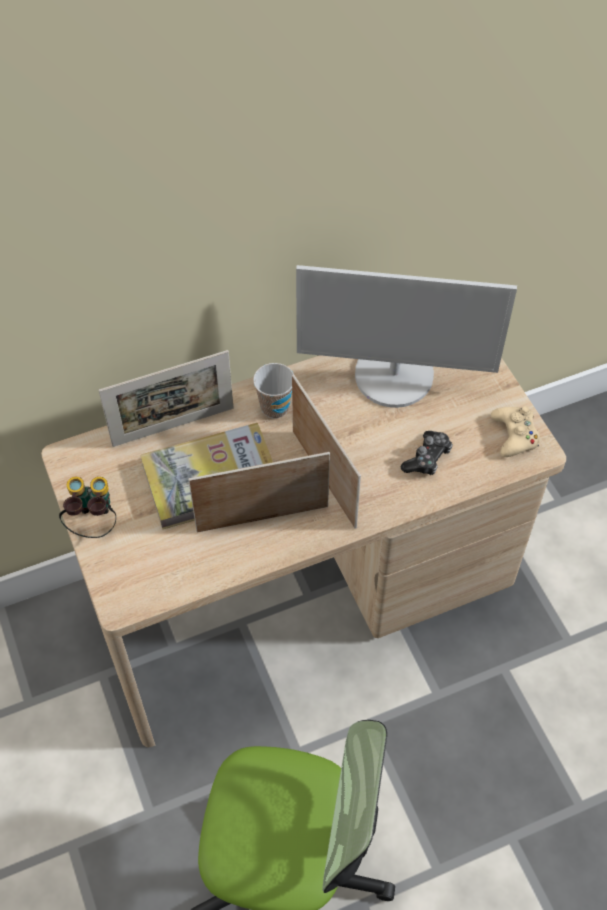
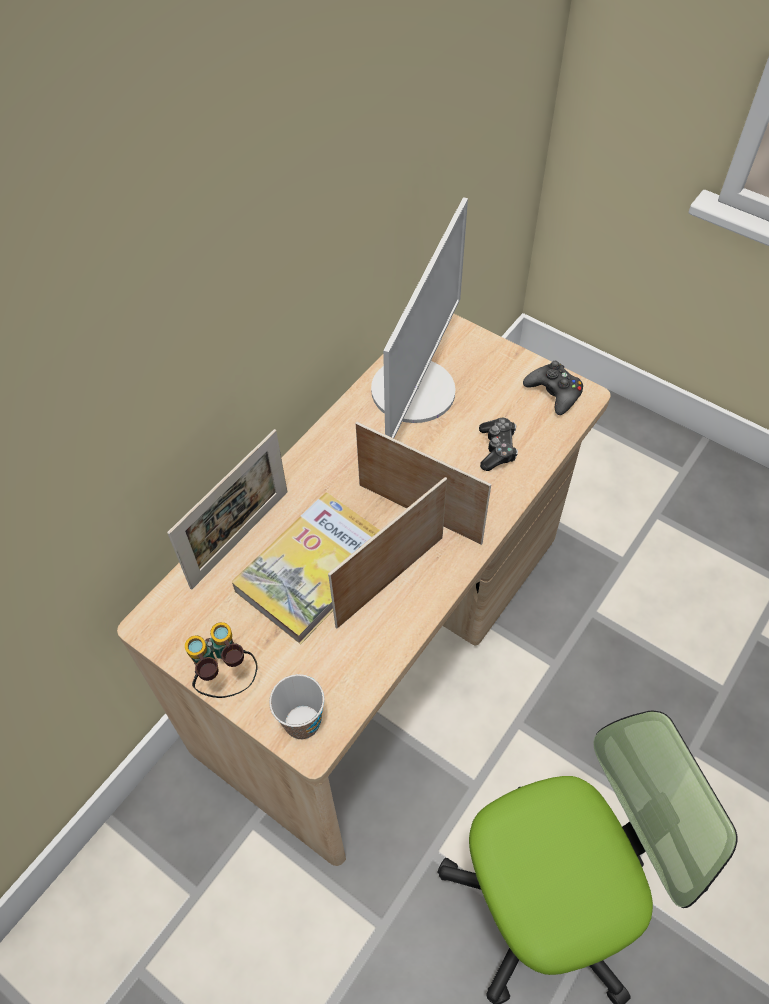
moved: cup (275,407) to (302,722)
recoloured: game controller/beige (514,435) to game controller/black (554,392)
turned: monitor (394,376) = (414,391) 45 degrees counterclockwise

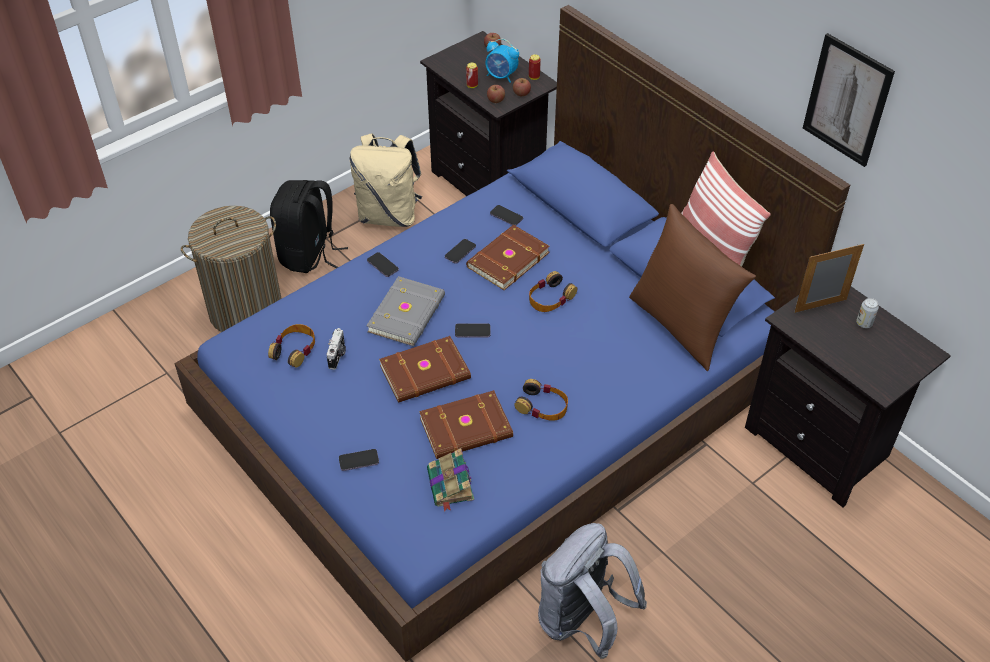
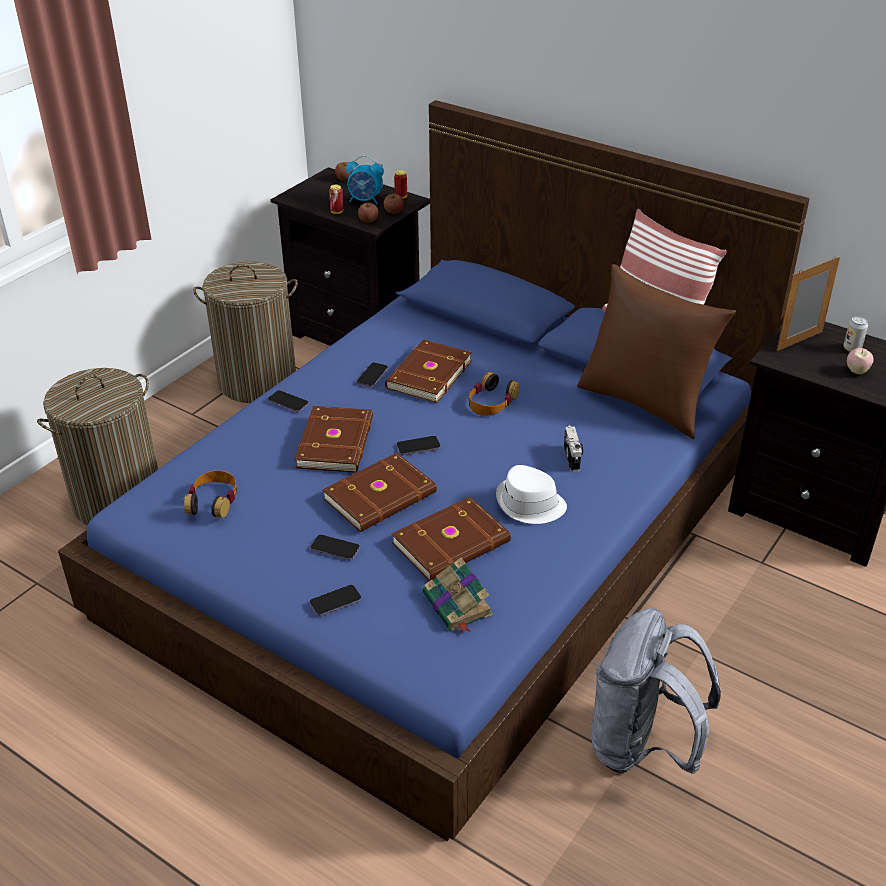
removed: backpack/black (309,254); picture (847,100)
added: apple (856,371)
moved: photo camera (338,356) to (573,458); phone (506,216) to (335,549)
replaced: backpack/beige (389,215) to laundry basket (257,381); headphones (542,406) to hat/white (530,504)
recoloured: book/grey (408,314) to book/brown (337,442)

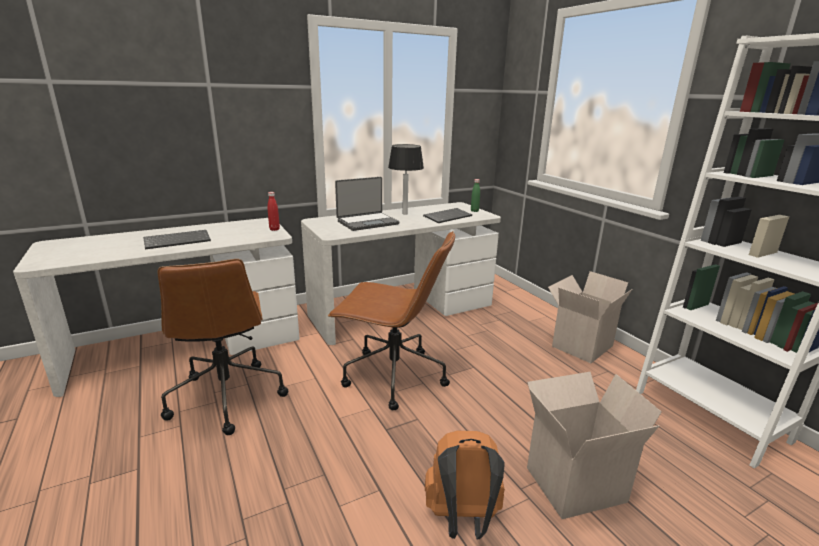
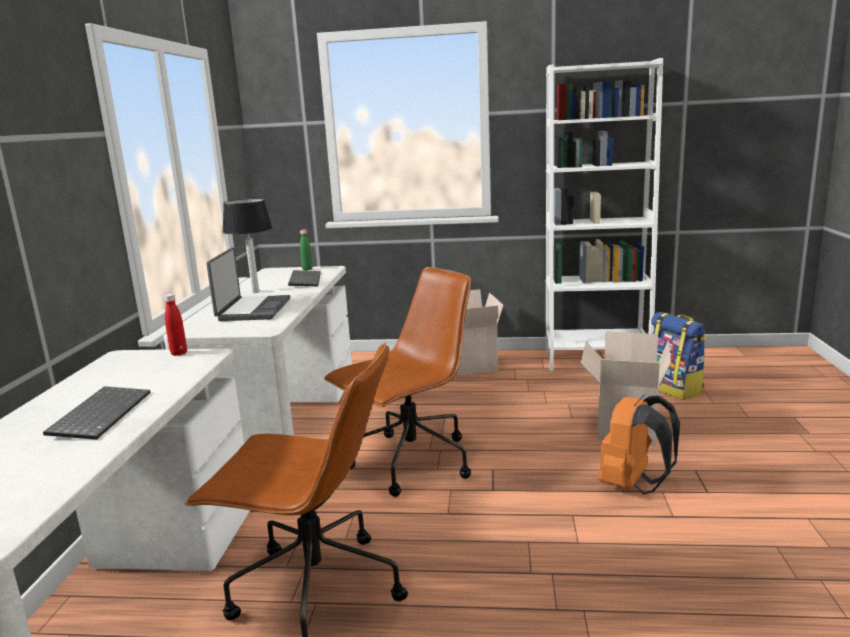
added: backpack (674,389)

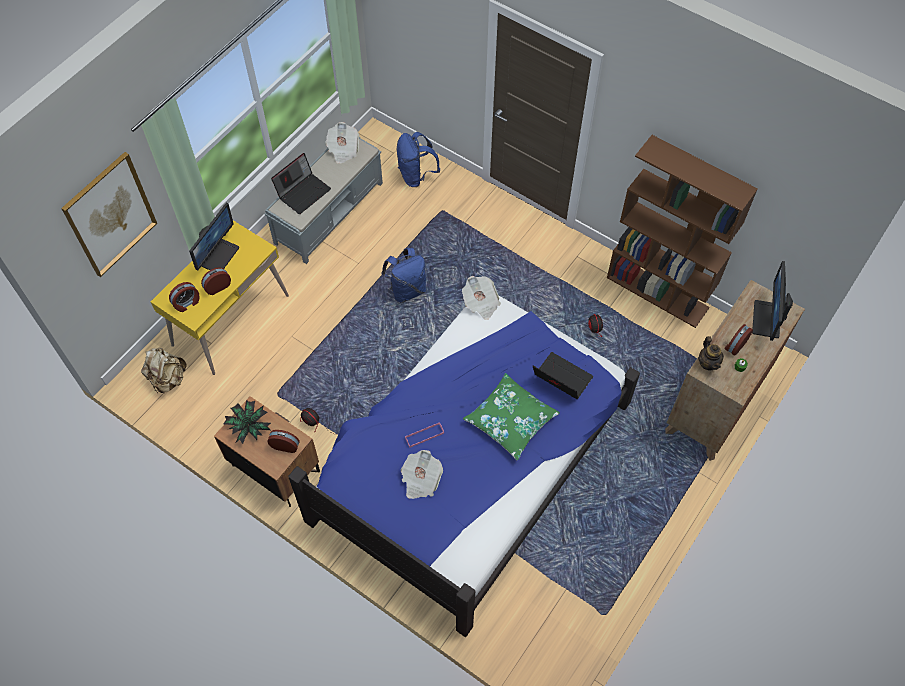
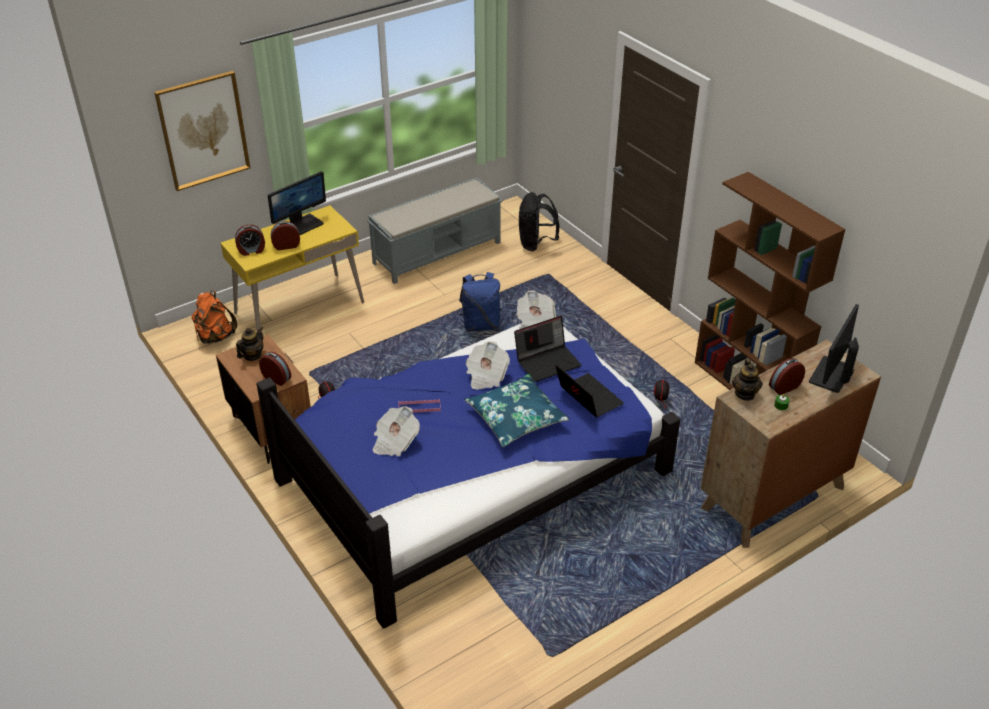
moved: laptop (303,192) to (548,361); newspaper (343,150) to (486,376)
replaced: potted plant (249,426) to teapot (252,355)
recoloured: backpack/beige (167,379) to backpack/orange (215,337); backpack/blue (416,176) to backpack/black (536,244); pillow/green (510,420) to pillow/blue (516,418)

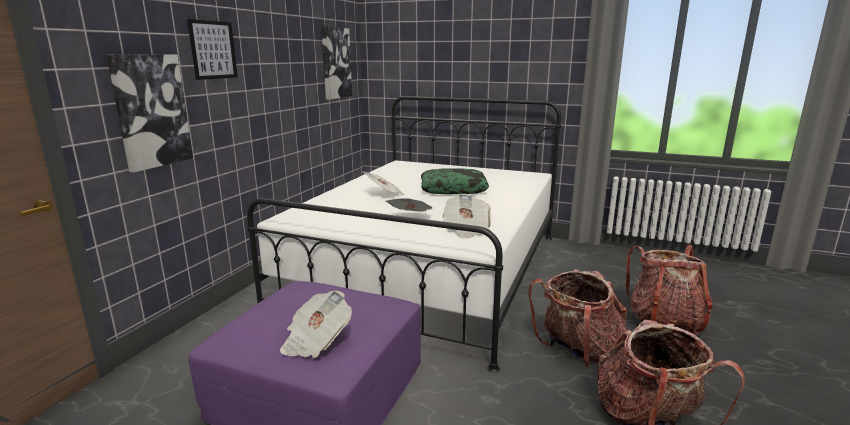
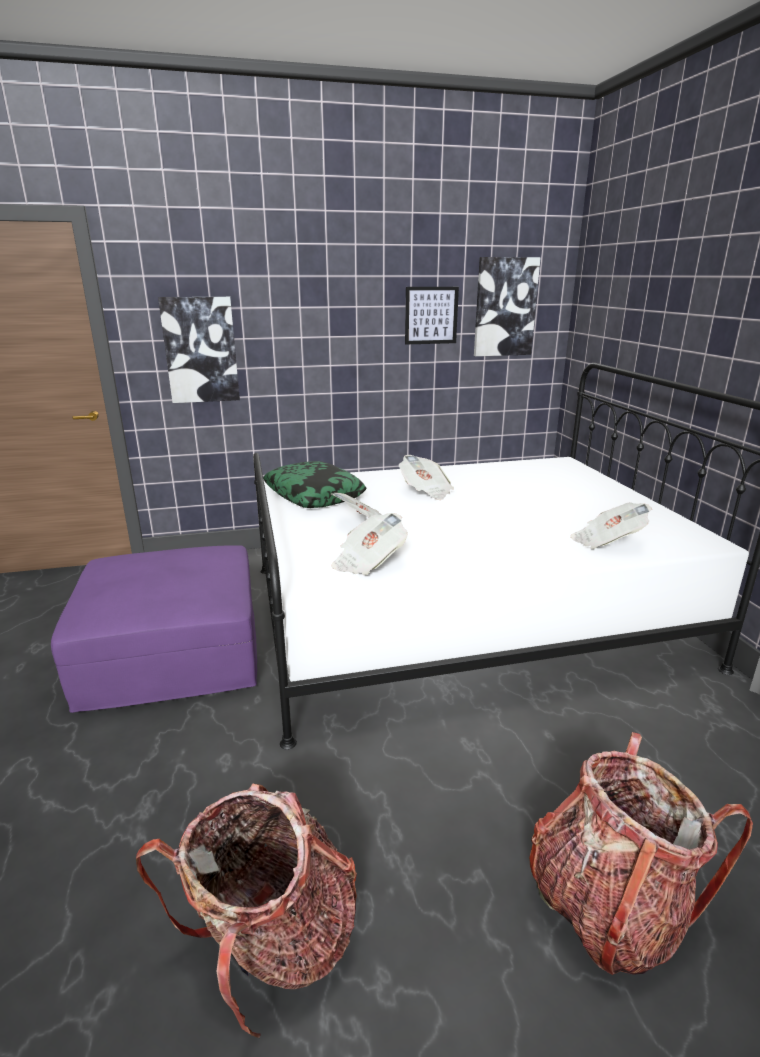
removed: backpack (578,351)
moved: picture (213,50) to (431,315); newspaper (316,341) to (607,542); pillow (453,189) to (314,495)

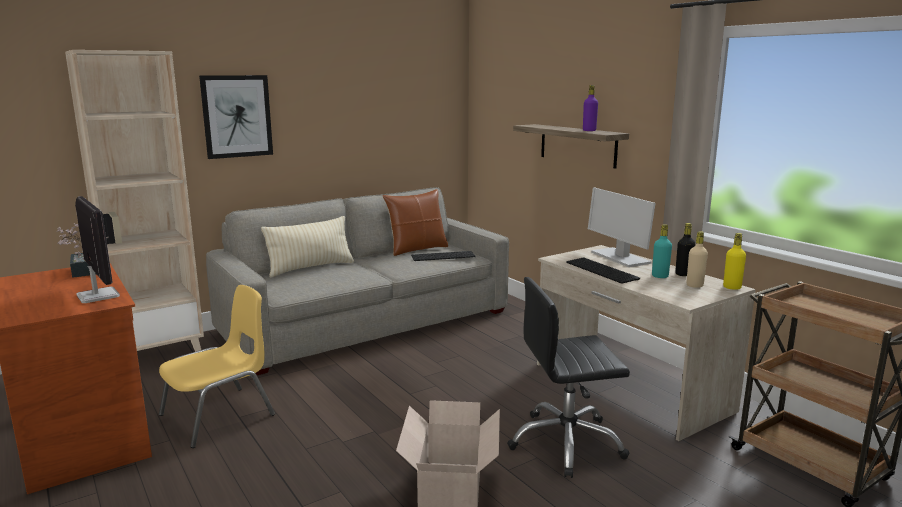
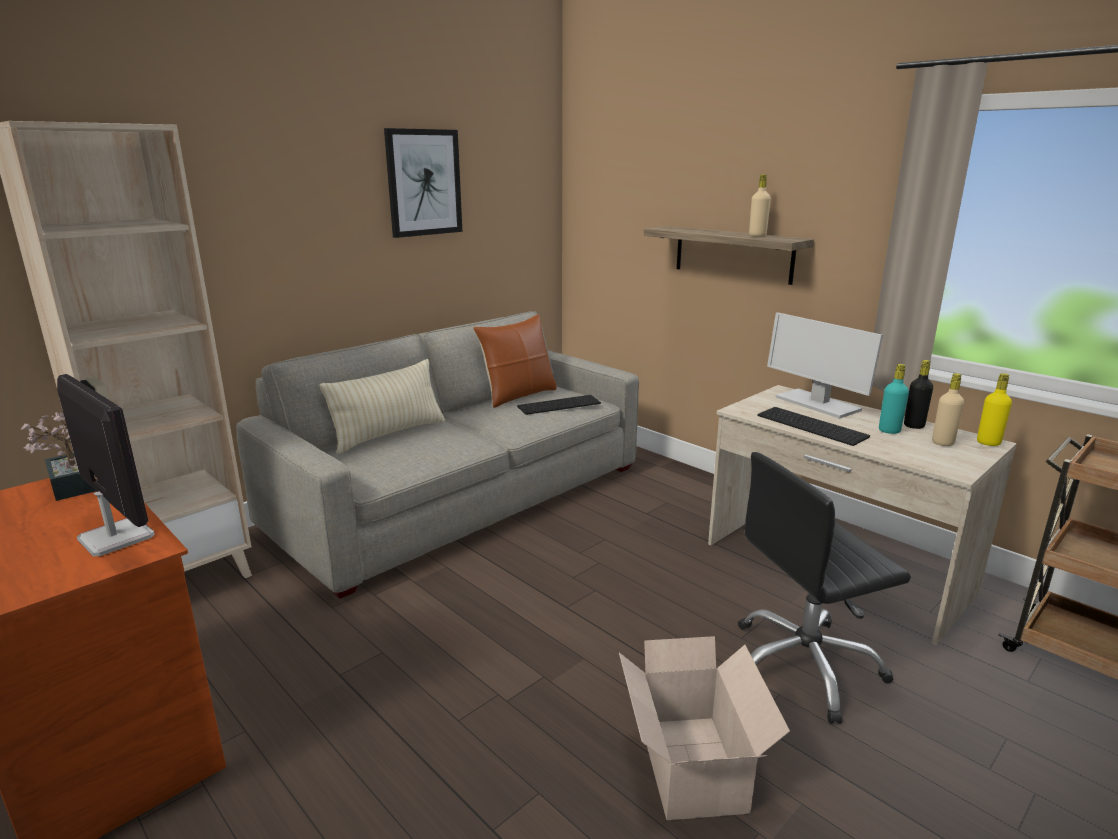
removed: chair/yellow (220,415)
moved: picture (237,116) to (424,183)
recoloured: bottle/purple (589,130) to bottle/beige (757,235)

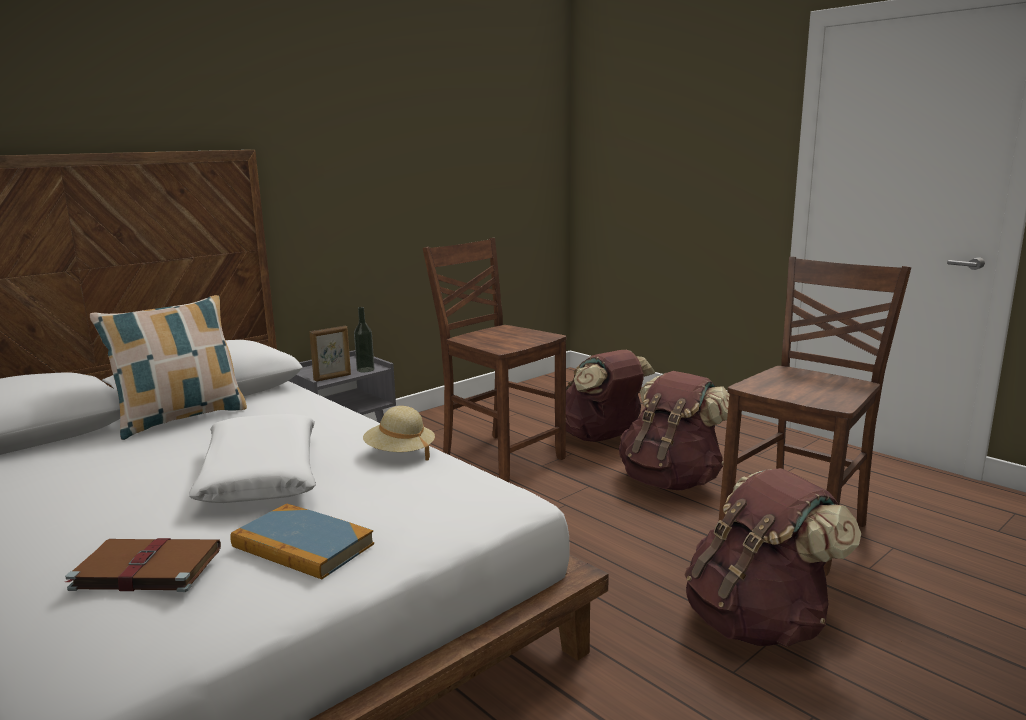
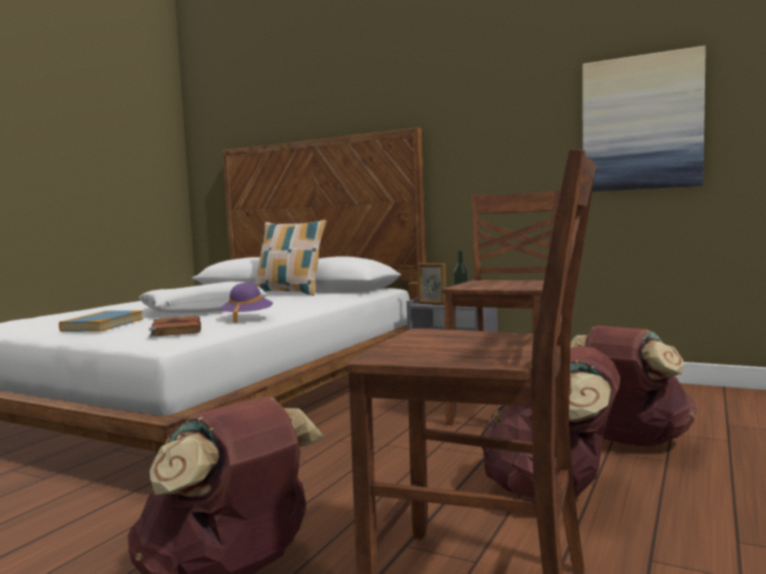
added: picture (641,123)
moved: book/brown (144,569) to (176,329)
recoloured: hat/beige (400,453) to hat/purple (247,319)

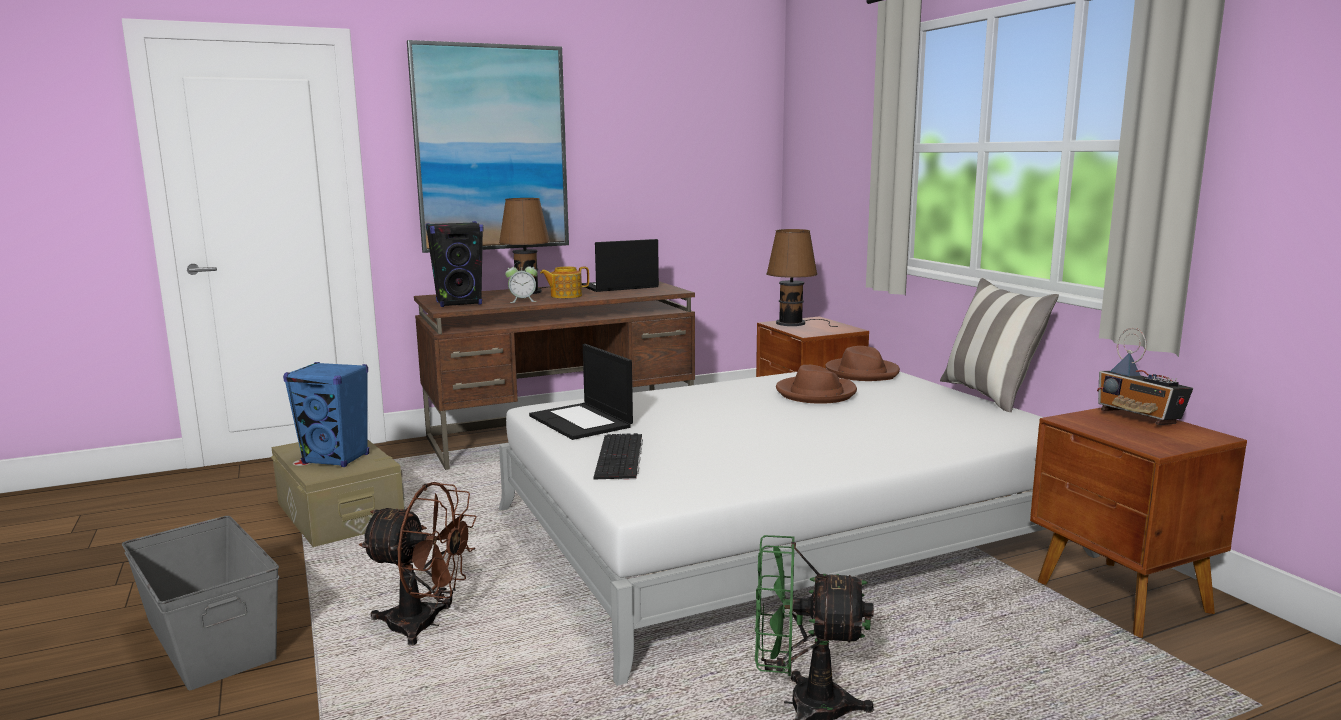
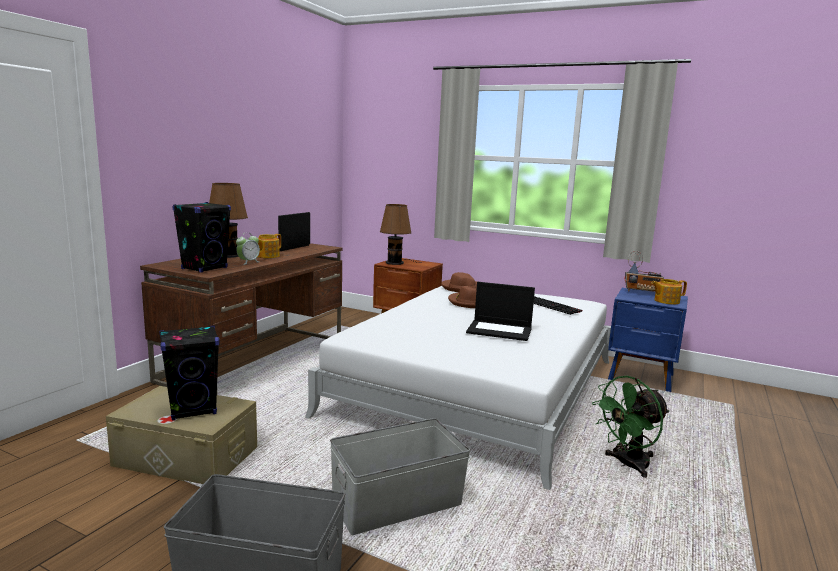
removed: picture (491,148); pillow (990,396)
added: teapot (666,301)
moved: laptop (582,421) to (500,330); keyboard (621,457) to (552,306)
replaced: fan/brown (425,625) to storage box/grey (396,503)
recoloured: speaker/blue (336,459) to speaker/black (193,410); nightstand/brown (1122,598) to nightstand/blue (641,378)

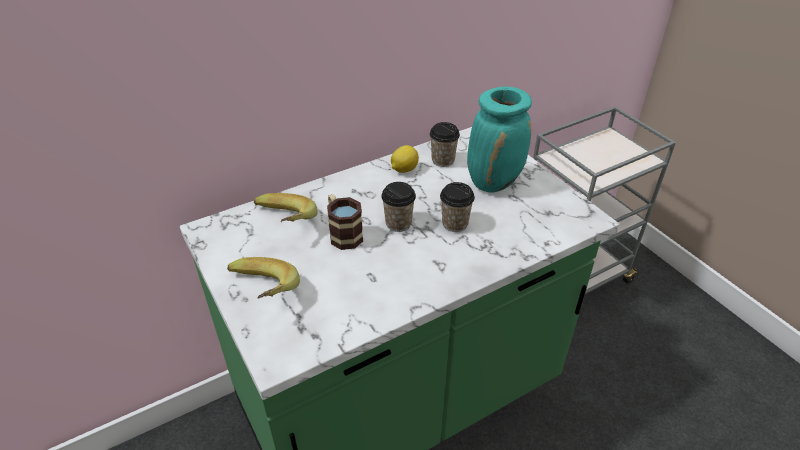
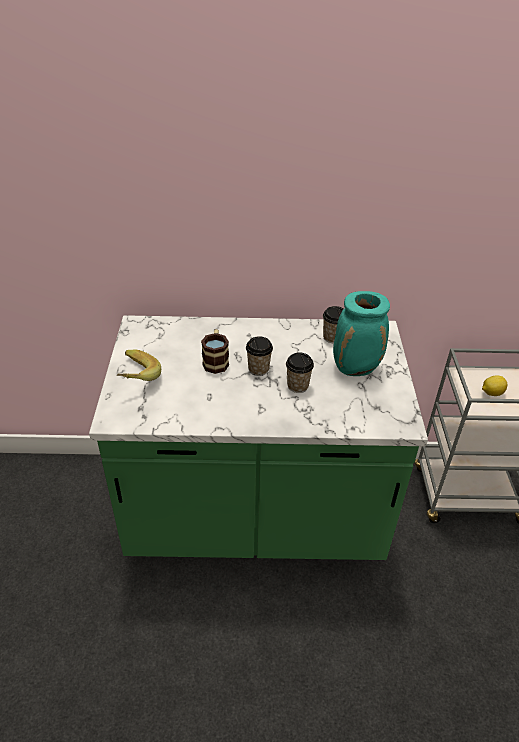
removed: banana (283,224)
moved: lemon (403,169) to (491,393)

